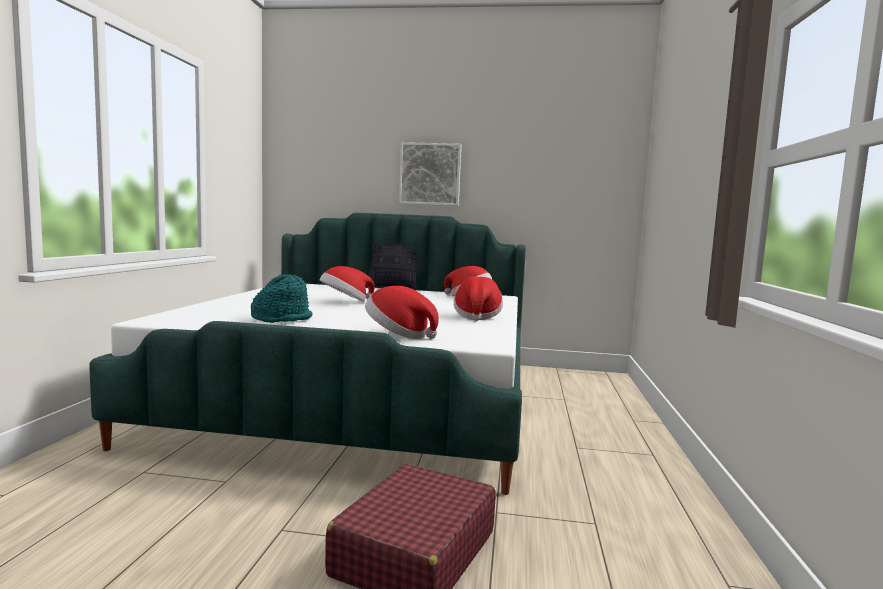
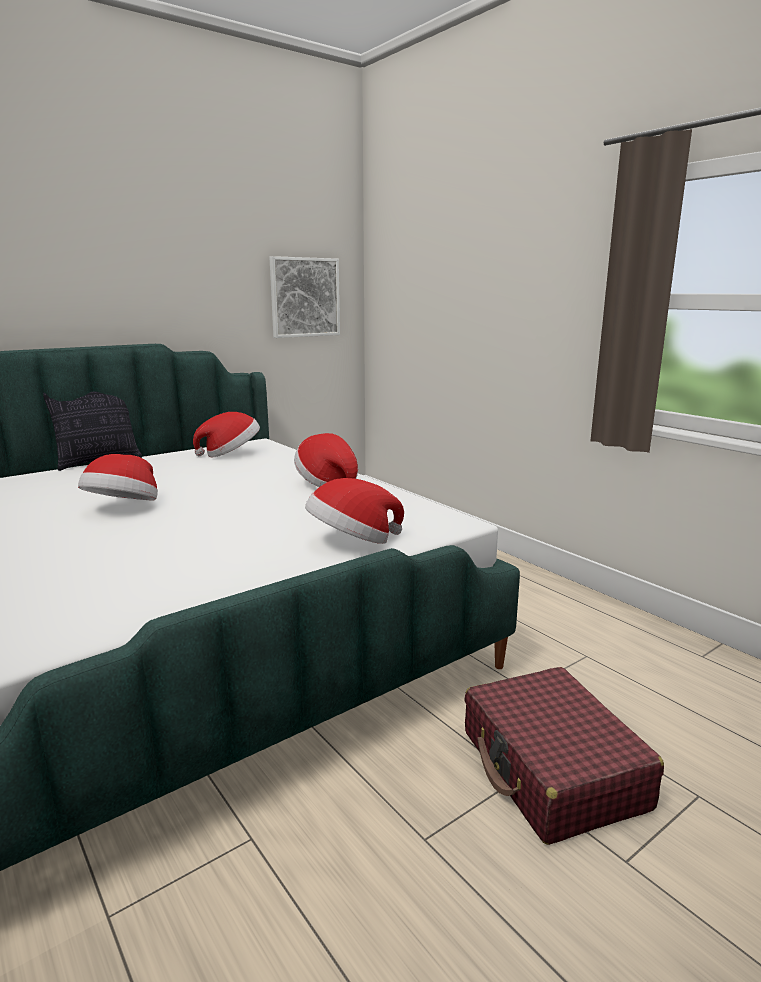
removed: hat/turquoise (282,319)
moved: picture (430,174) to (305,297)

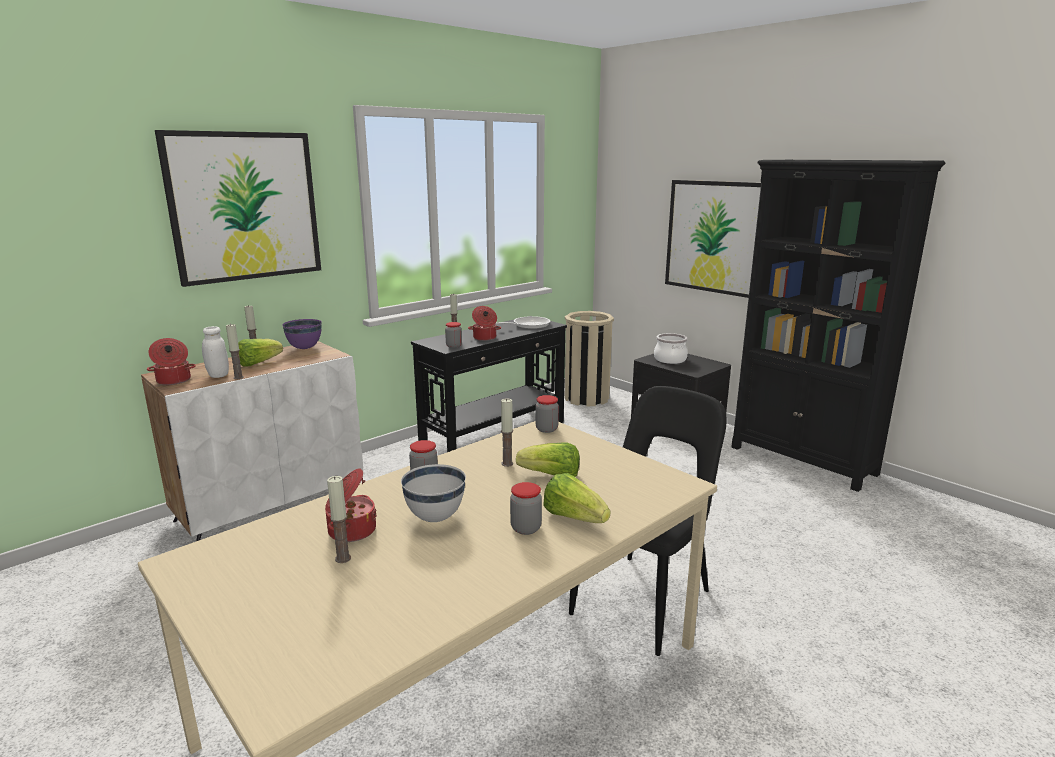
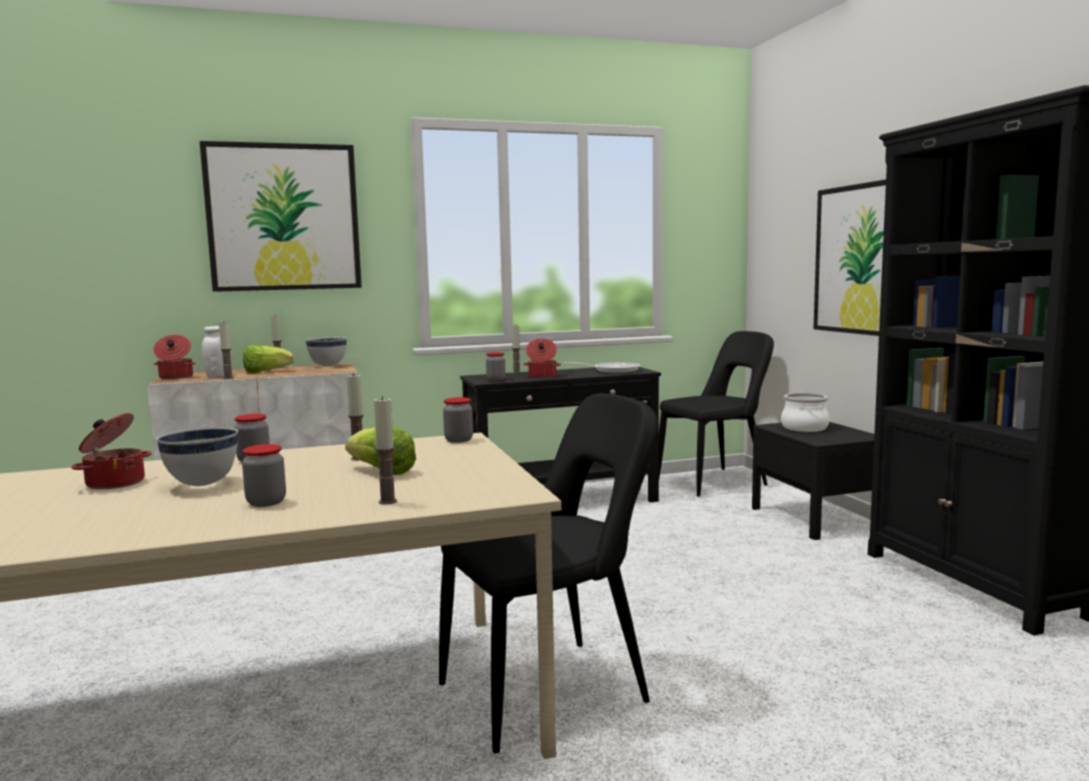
removed: lettuce (574,517)
moved: candle (343,558) to (387,501)
replaced: trash can/beige (586,398) to chair/black (715,482)
recoloured: bowl/purple (305,348) to bowl/white (328,366)

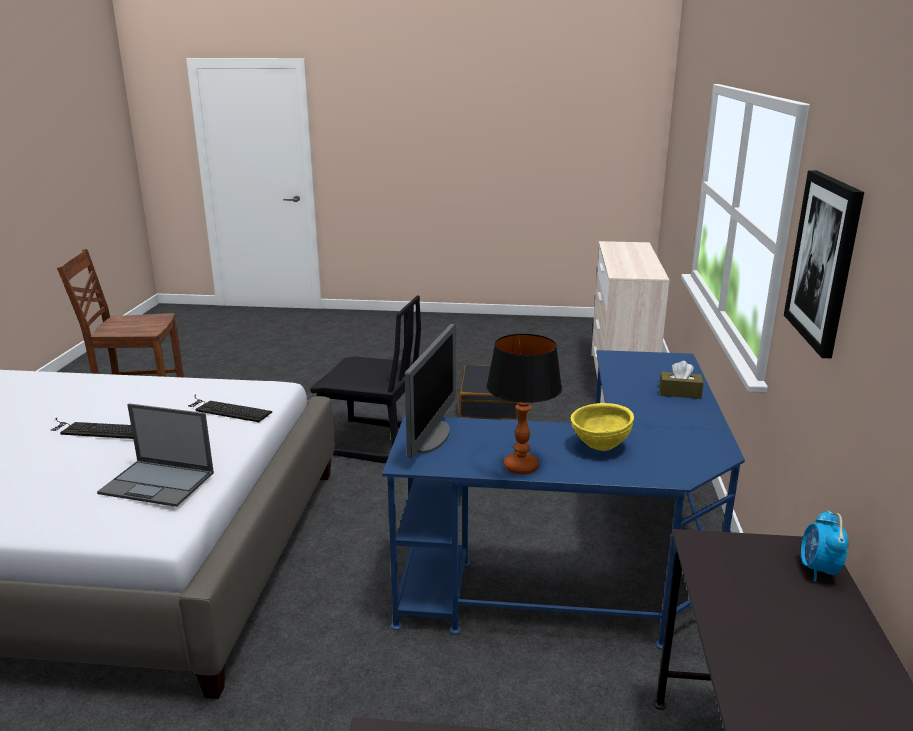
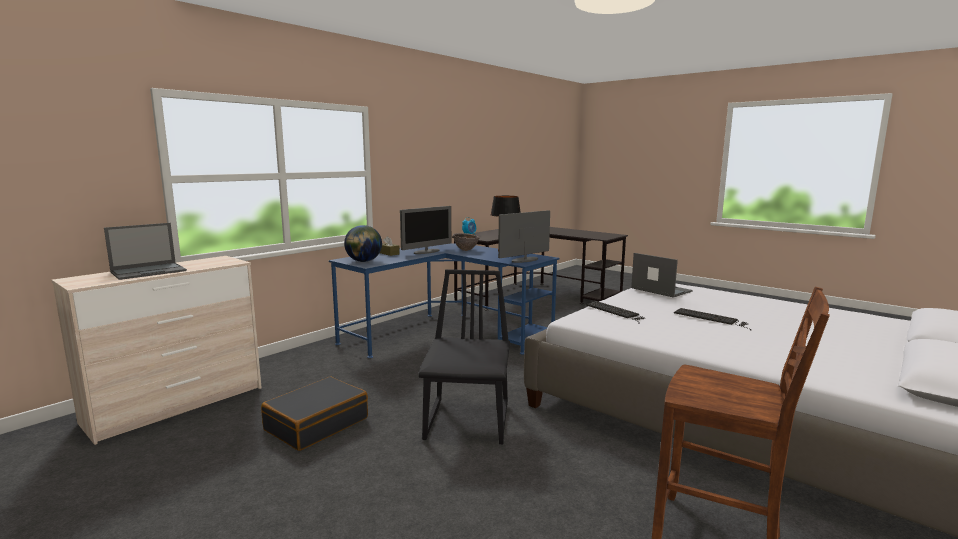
removed: picture (824,261)
added: laptop (149,271); globe (364,261); monitor (427,252)
recoloured: bowl/yellow (600,447) to bowl/brown (466,250)
turned: chair/black (372,442) = (469,421) 45 degrees clockwise

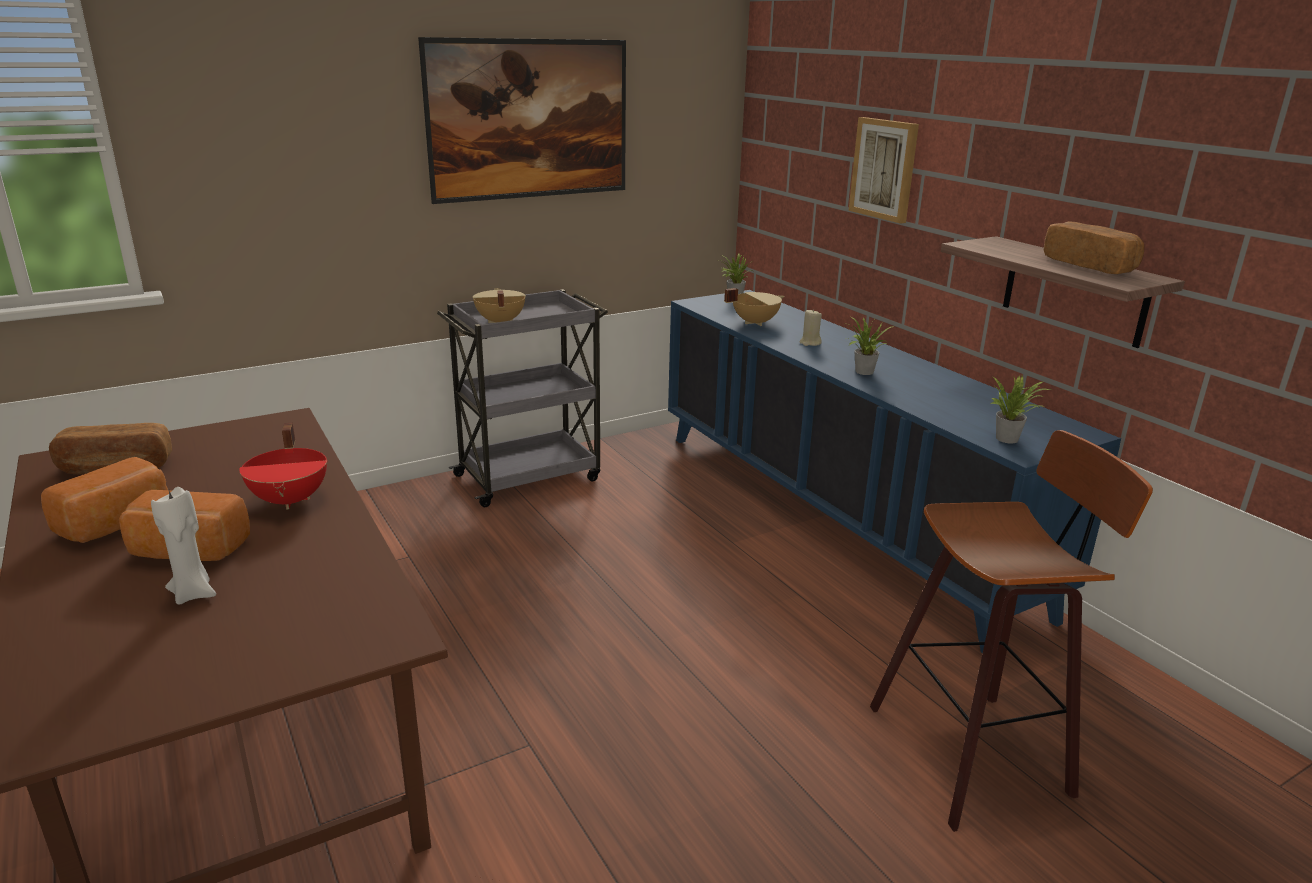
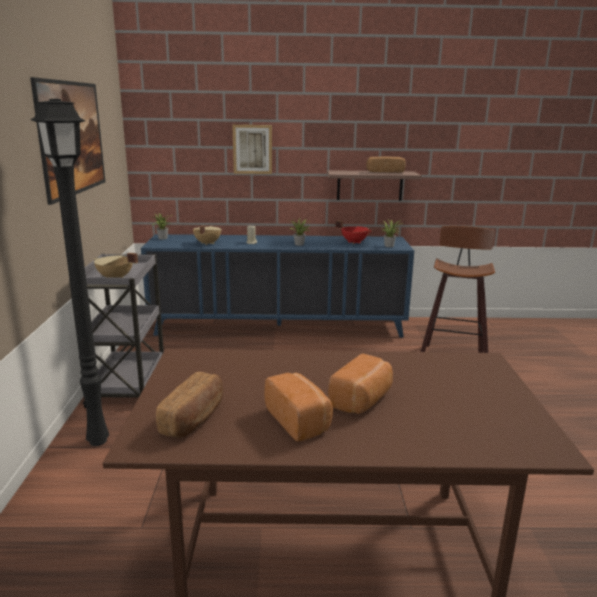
removed: candle/white (194,593)
added: floor lamp/black (100,441)
moved: cooking pot/red (291,500) to (354,242)

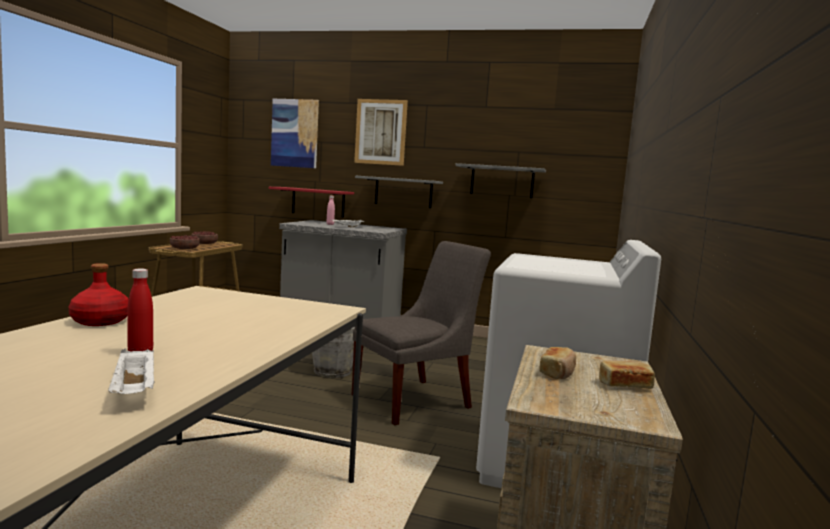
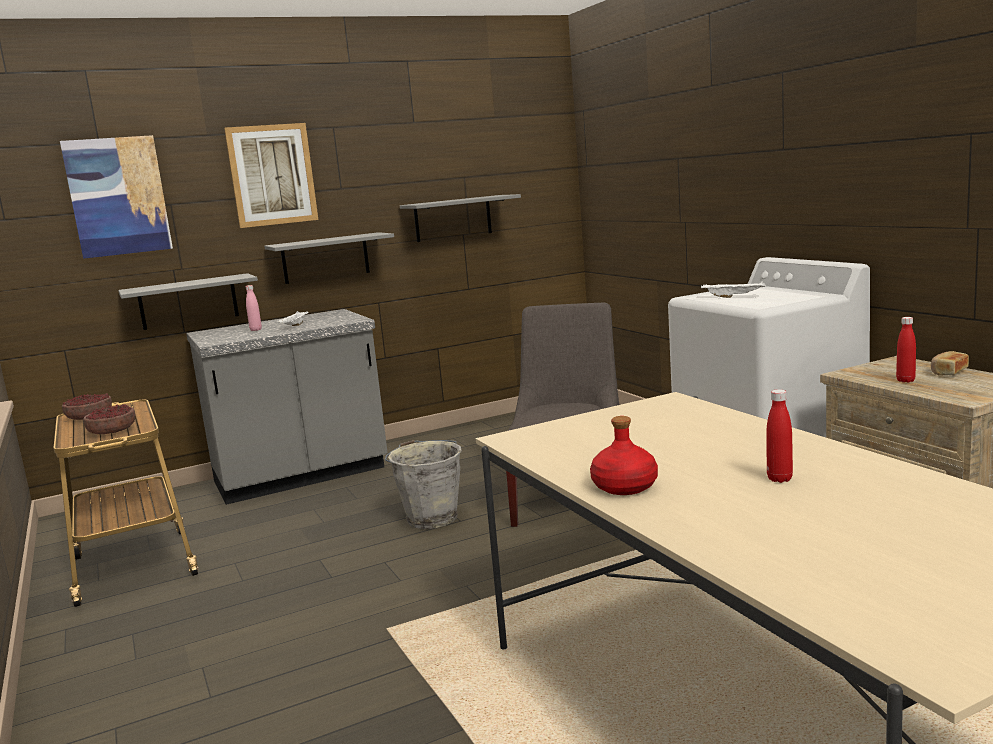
moved: tray/white (134,390) to (734,297)
replaced: bread (558,372) to bottle/red (905,380)
recoloured: shelf/red (318,202) to shelf/grey (188,302)

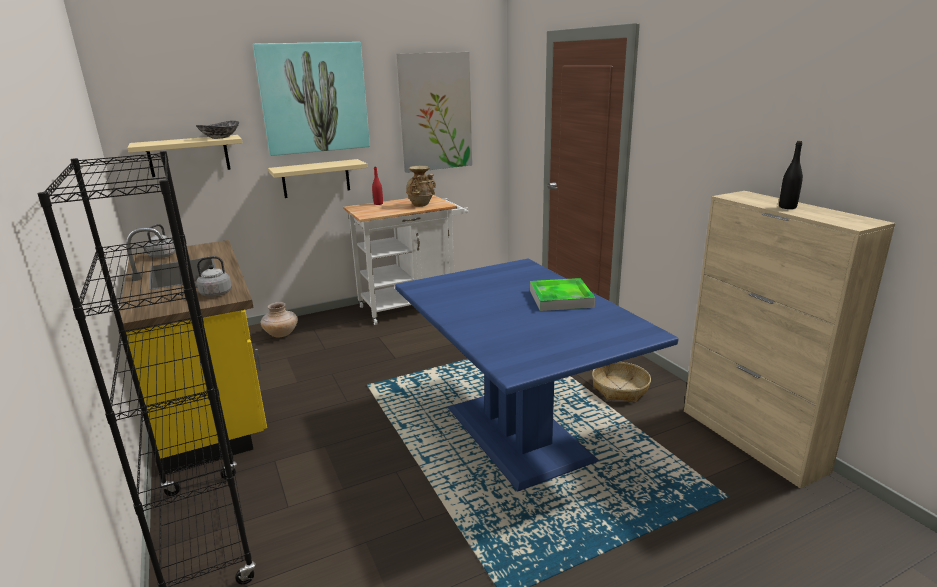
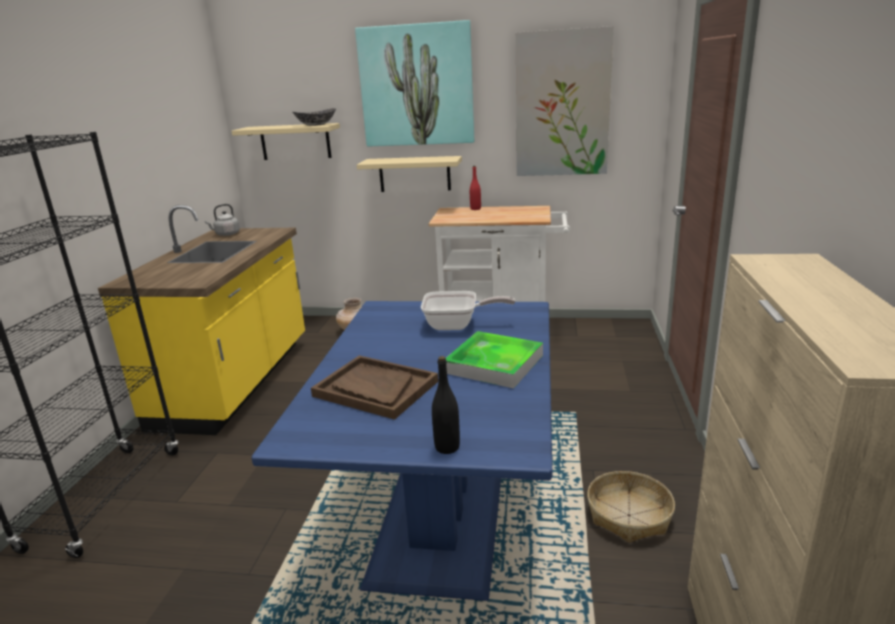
removed: kettle/grey (214,294); vase/beige (421,205)
added: tray/brown (375,389); frying pan (457,325)
moved: bottle/black (787,207) to (447,447)

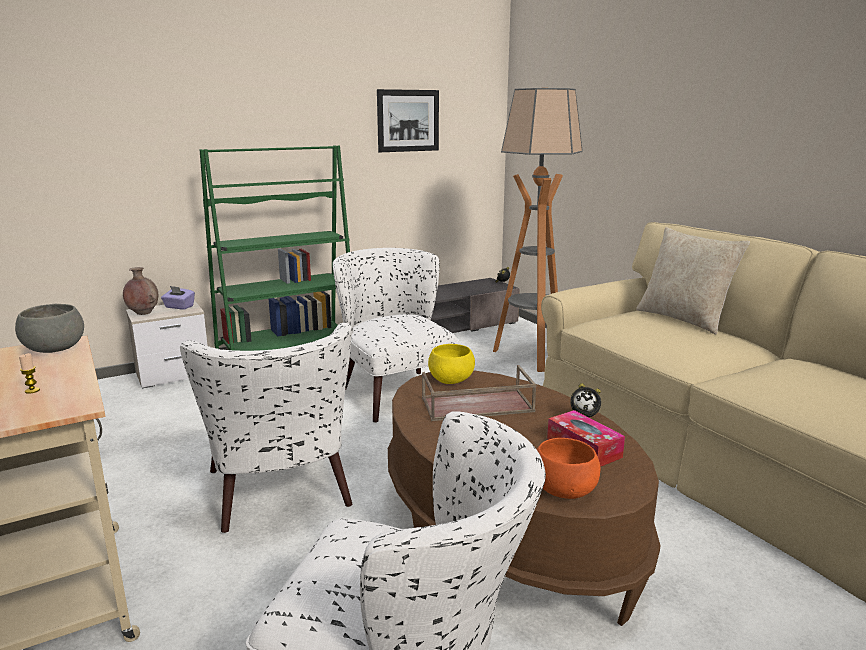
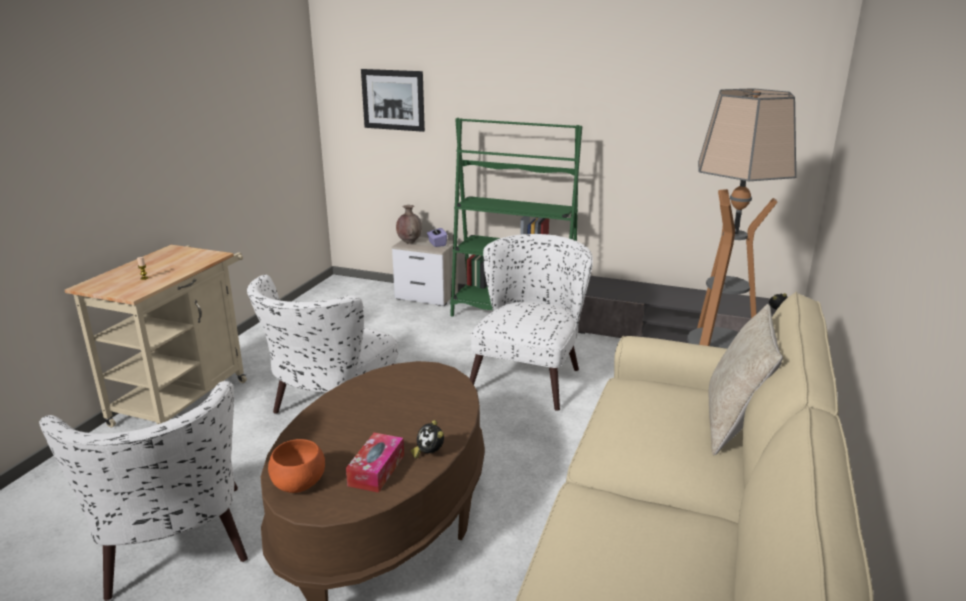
removed: bowl/grey (55,348); tray/brown (476,405); bowl/yellow (450,379)
moved: picture (408,120) to (393,100)

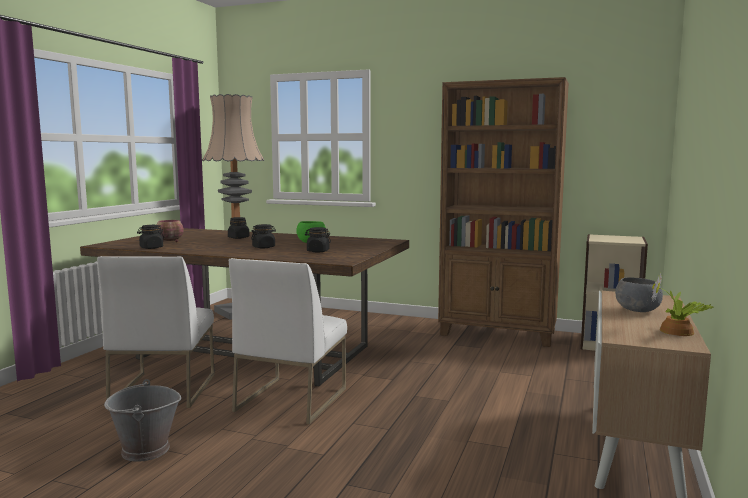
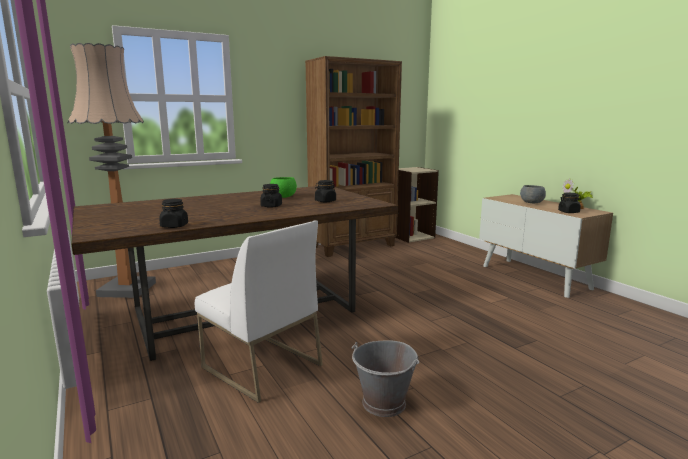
removed: bowl (170,241); chair/white (291,399)
moved: jar/black (238,238) to (568,212)

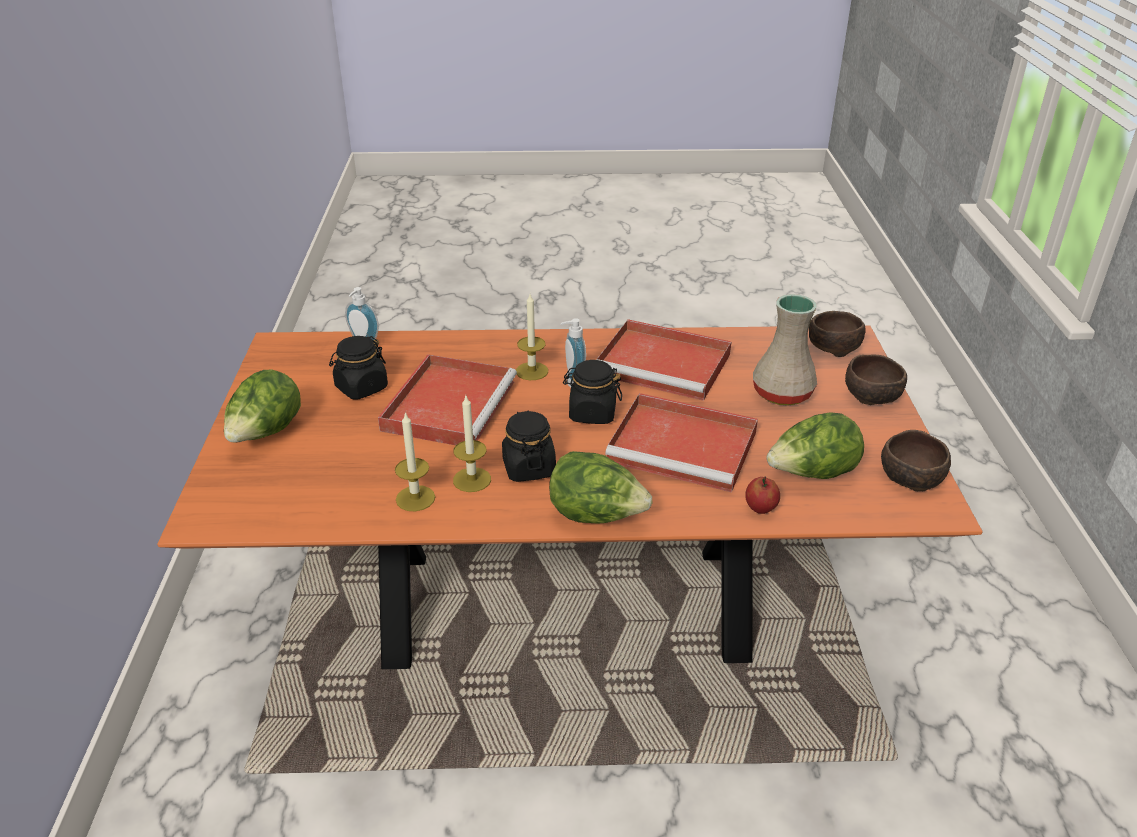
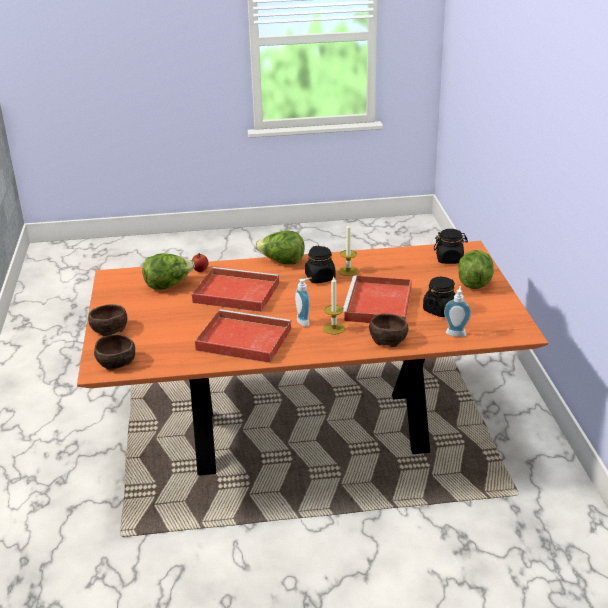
removed: candle (415,498); vase/beige (781,394)
moved: jar/black (592,413) to (449,259); bowl/brown (911,478) to (387,339)

